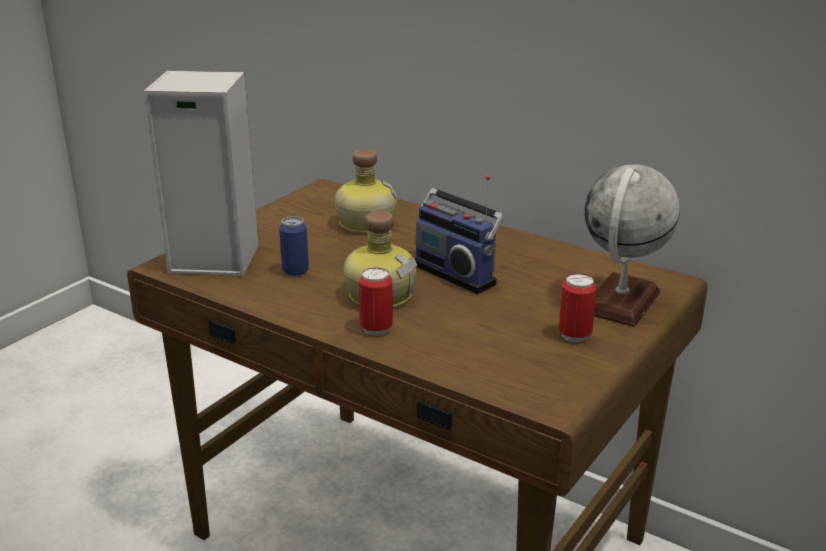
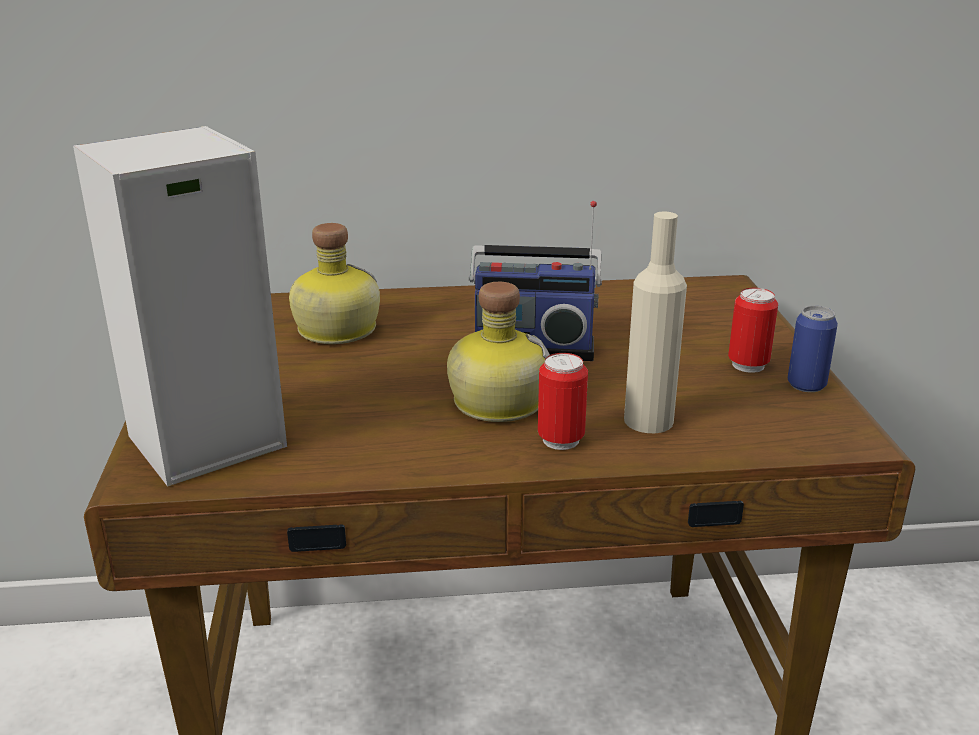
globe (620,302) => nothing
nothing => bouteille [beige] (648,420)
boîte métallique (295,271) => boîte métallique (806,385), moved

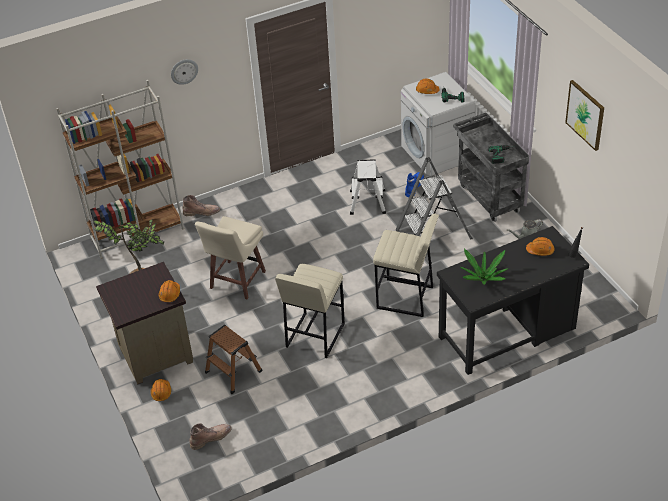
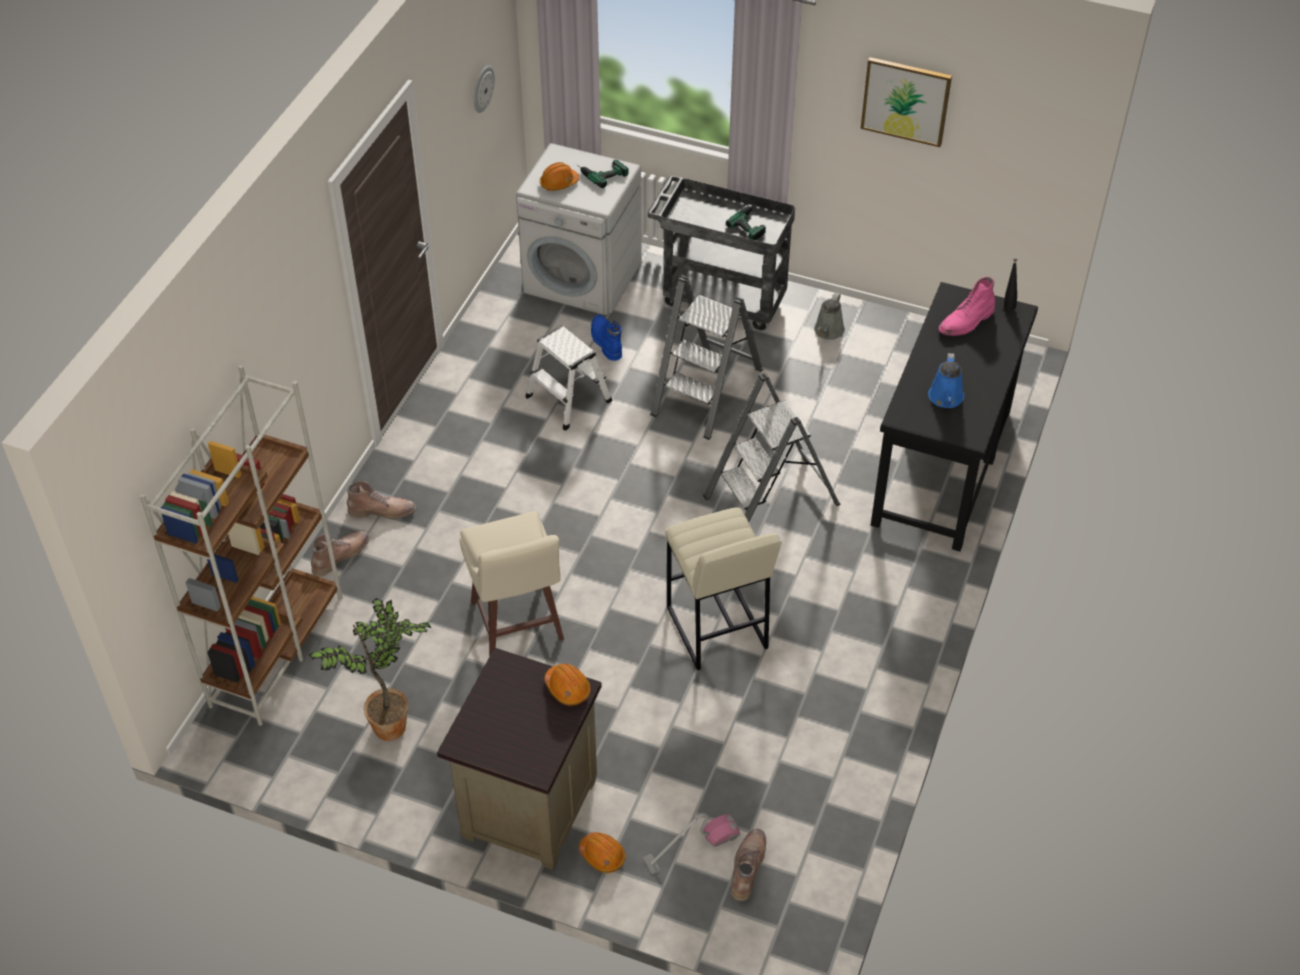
escabeau [marron] (233,371) => nothing
nothing => botte [marron] (382,510)
nothing => aspirateur (691,847)
horloge murale (184,71) => horloge murale (482,88), moved
tabouret [beige] (406,298) => escabeau [gris] (773,499)
plante en pot (483,278) => arrosoir [bleu] (946,398)
casque de chantier [orange] (540,250) => botte [rose] (966,322)

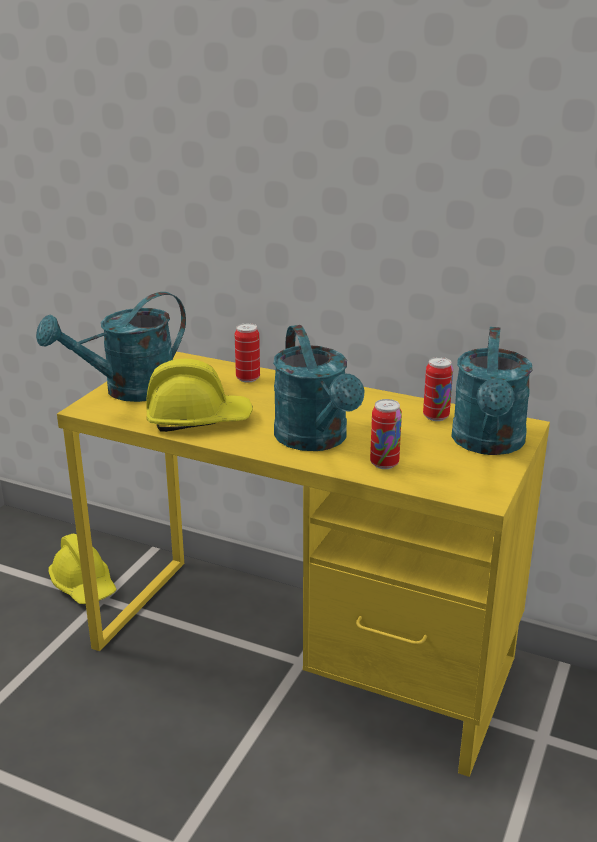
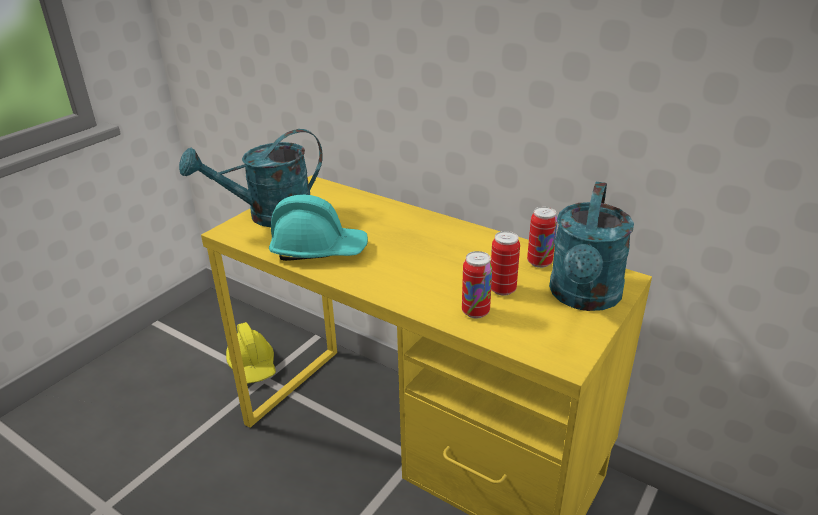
arrosoir [turquoise] (316,440) => nothing
boîte métallique (248,378) => boîte métallique (502,289), moved
casque de chantier [jaune] (198,419) => casque de chantier [turquoise] (319,250)

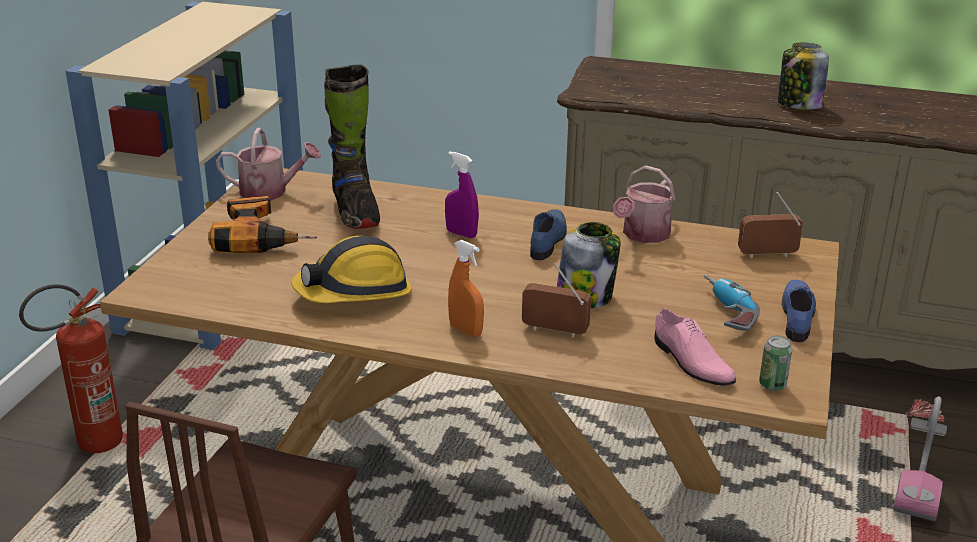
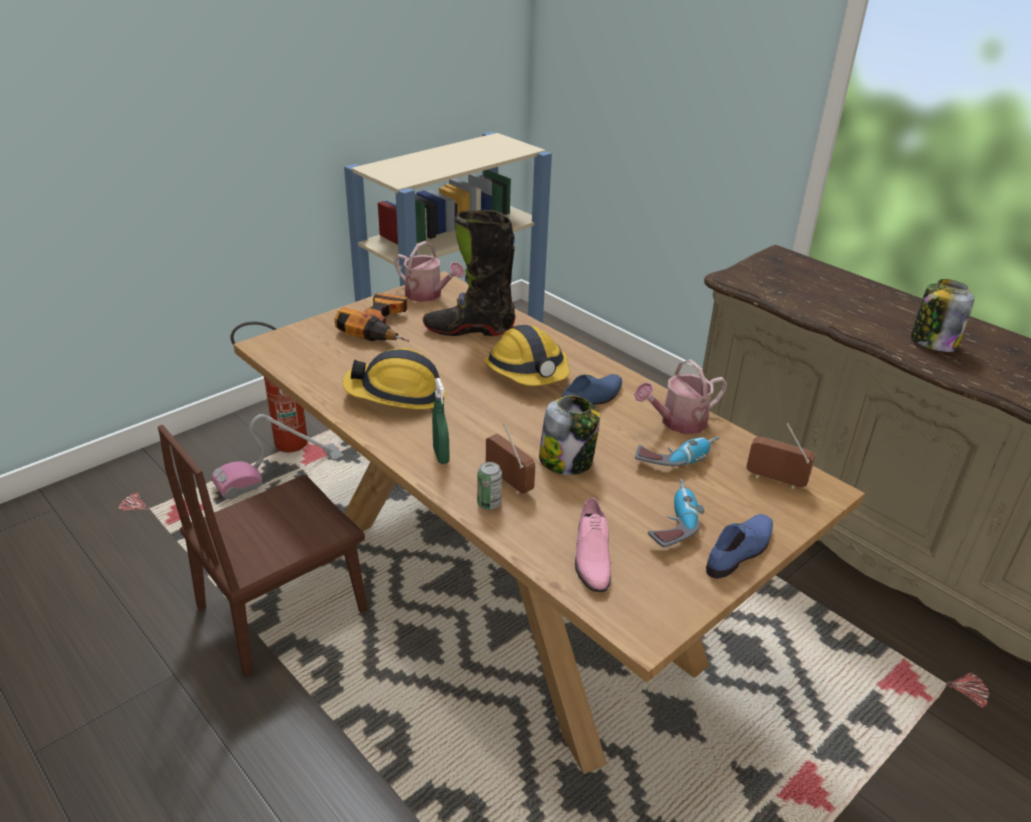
nothing => perceuse (677,458)
boîte métallique (772,385) => boîte métallique (489,503), moved
aspirateur (921,470) => aspirateur (280,472), moved
vaporisateur [violet] (461,234) => casque de chantier (528,372)
vaporisateur [orange] (466,330) => vaporisateur [vert] (441,456)
botte [noir] (355,212) => botte [noir] (469,329), 75 degrees clockwise

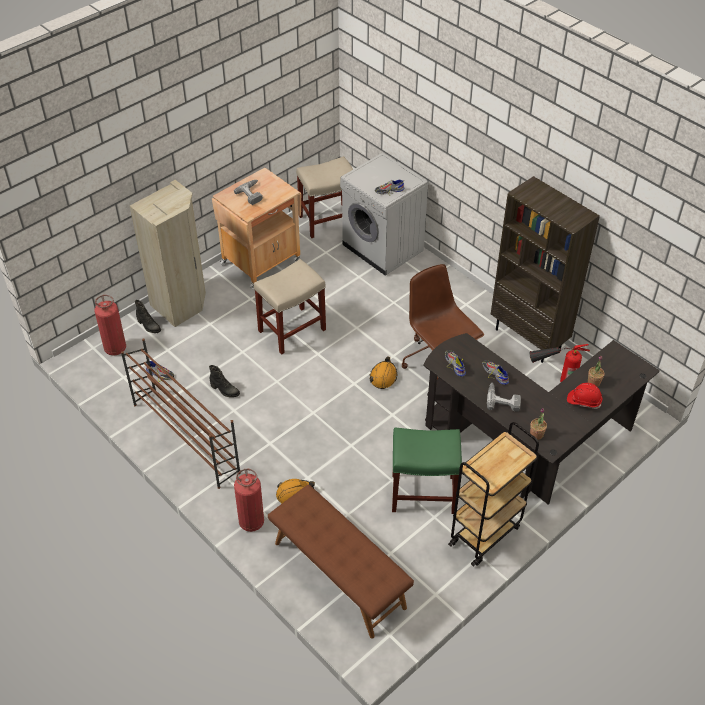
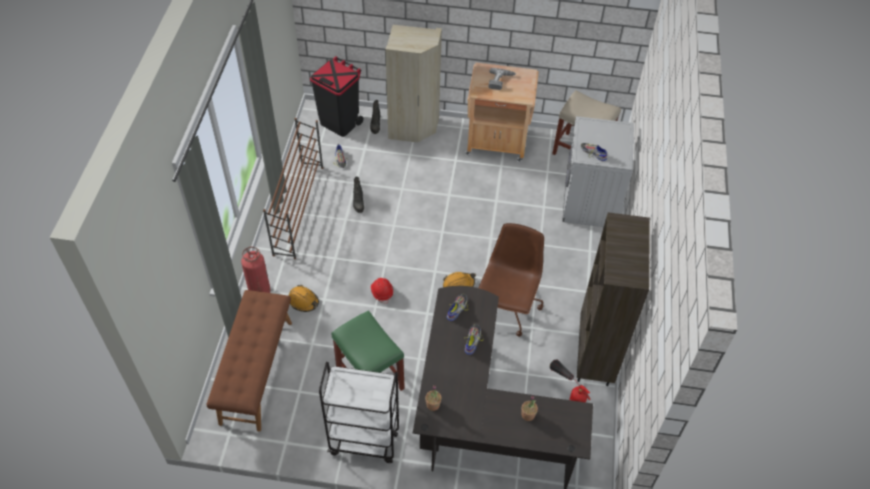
tabouret [beige] (292,329) => nothing
perceuse (503,399) => nothing
casque de chantier [rouge] (583,401) => casque de chantier [rouge] (382,292), moved
extincteur (115,348) => poubelle [noir] (339,122)
chariot [marron] (485,537) => chariot [blanc] (363,445)

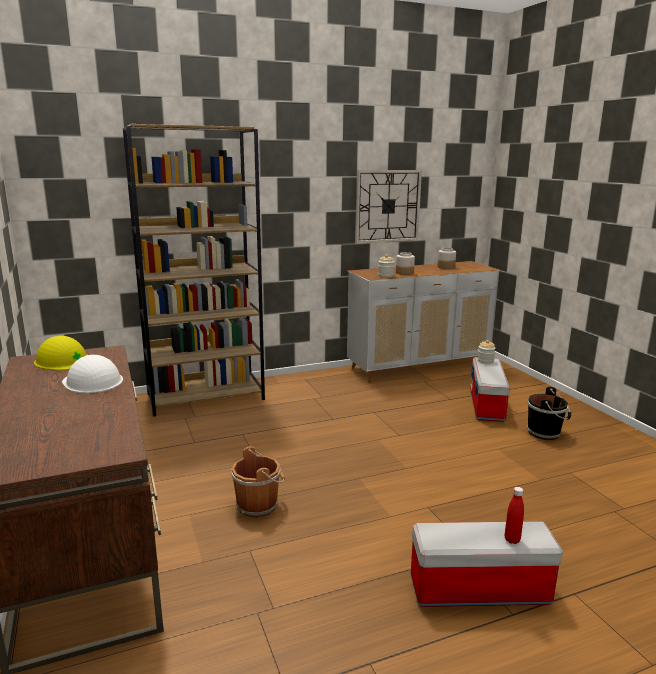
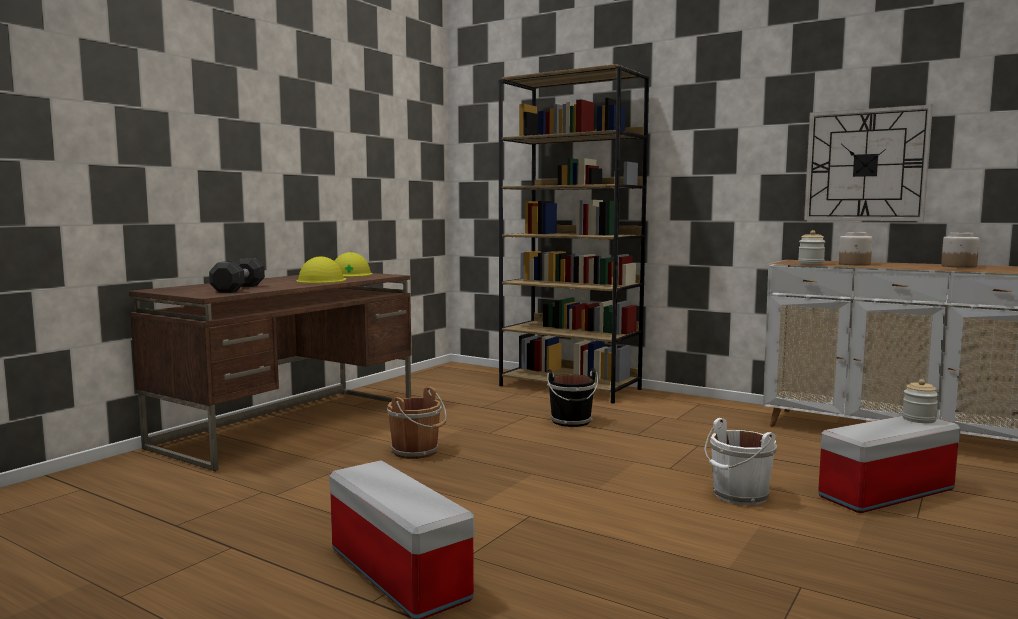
bouteille [rouge] (512,540) => nothing
nothing => haltère [noir] (238,289)
nothing => seau [blanc] (739,495)
seau [noir] (545,433) => seau [noir] (571,422), moved
casque de chantier [blanc] (92,381) => casque de chantier [jaune] (321,280)

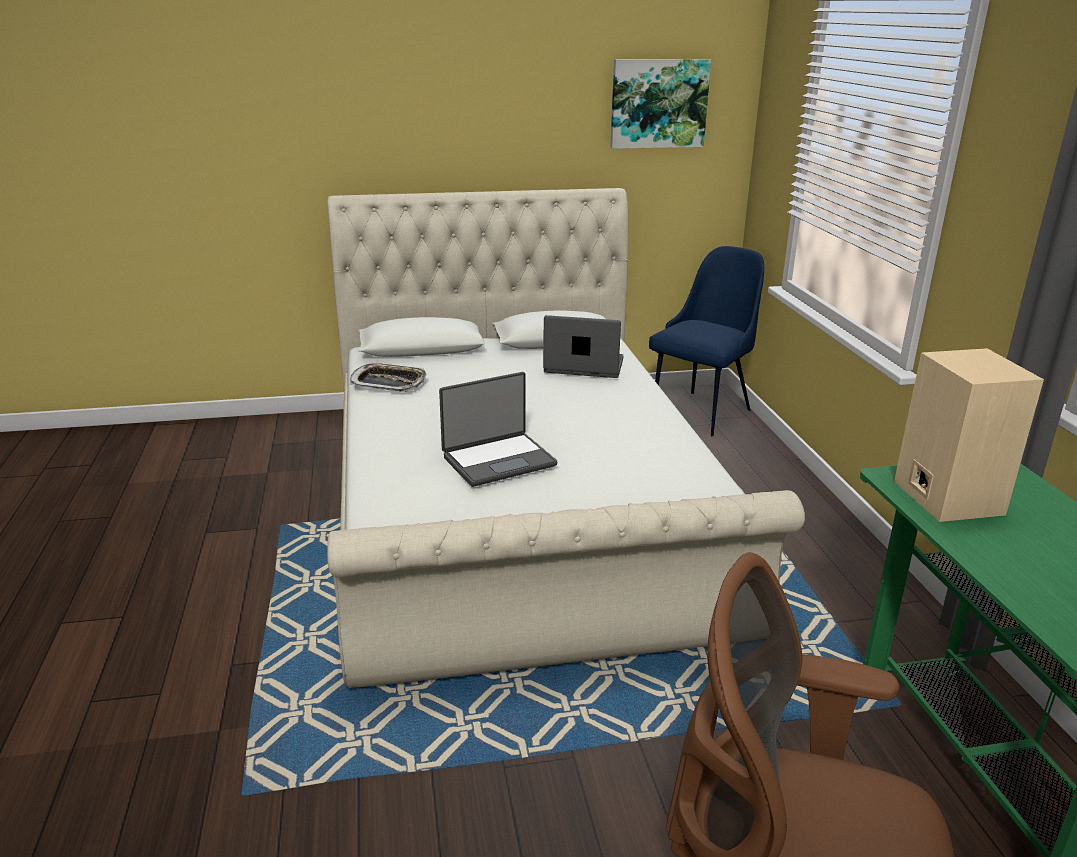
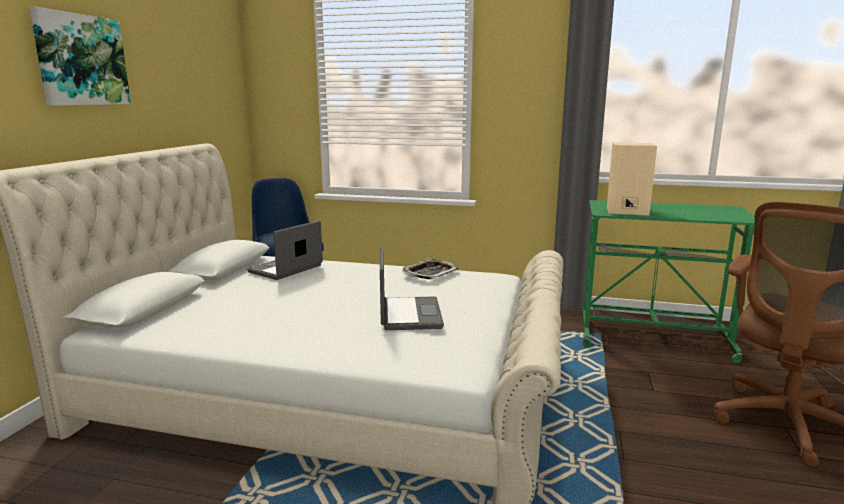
plateau (388,383) => plateau (430,273), moved
tableau (658,103) => tableau (81,60), moved

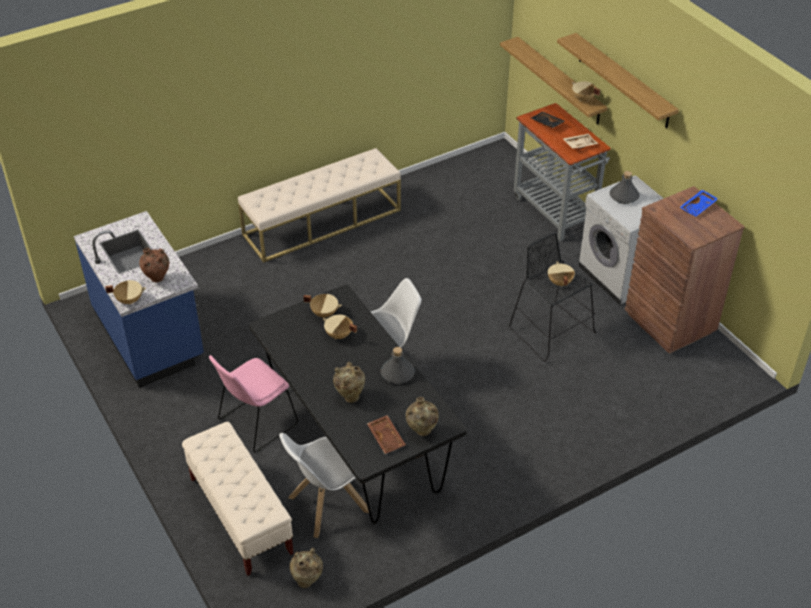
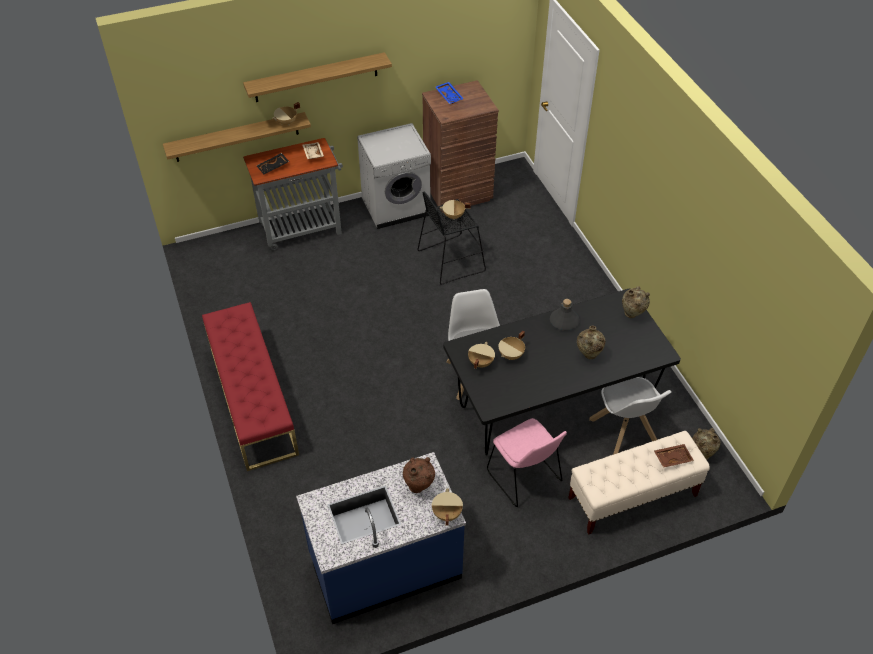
bouteille [gris] (624,196) => nothing
plateau [marron] (387,437) => plateau [marron] (672,458), moved
banc [beige] (322,222) => banc [rouge] (252,398)

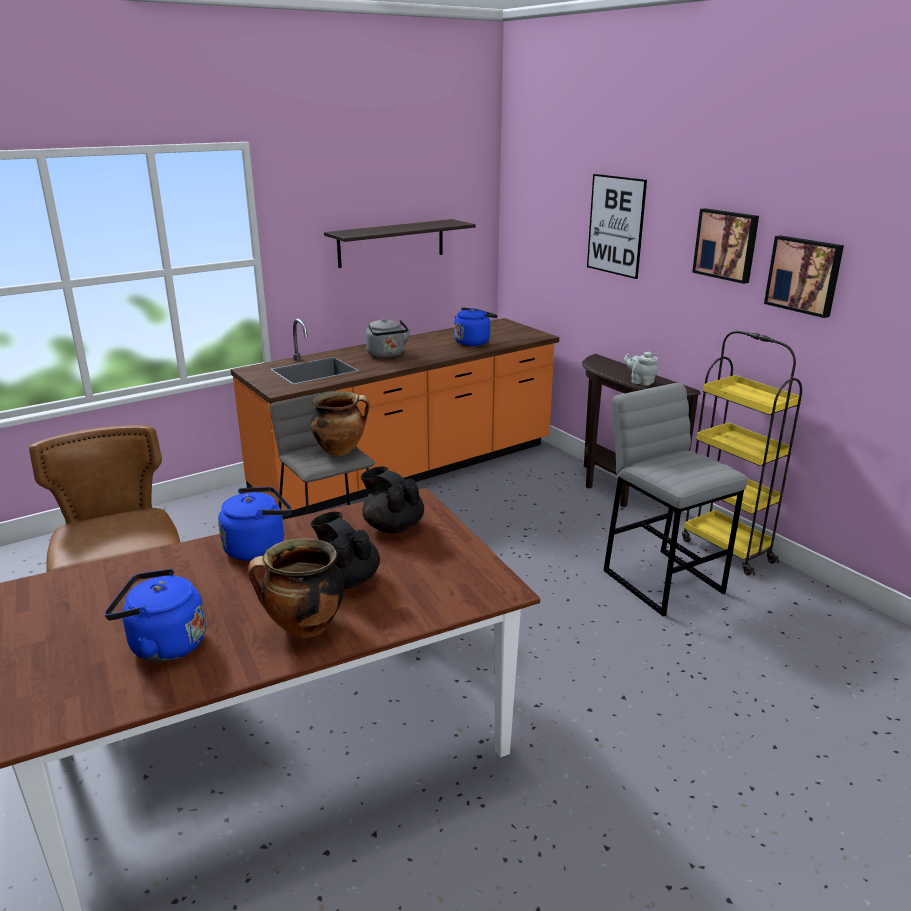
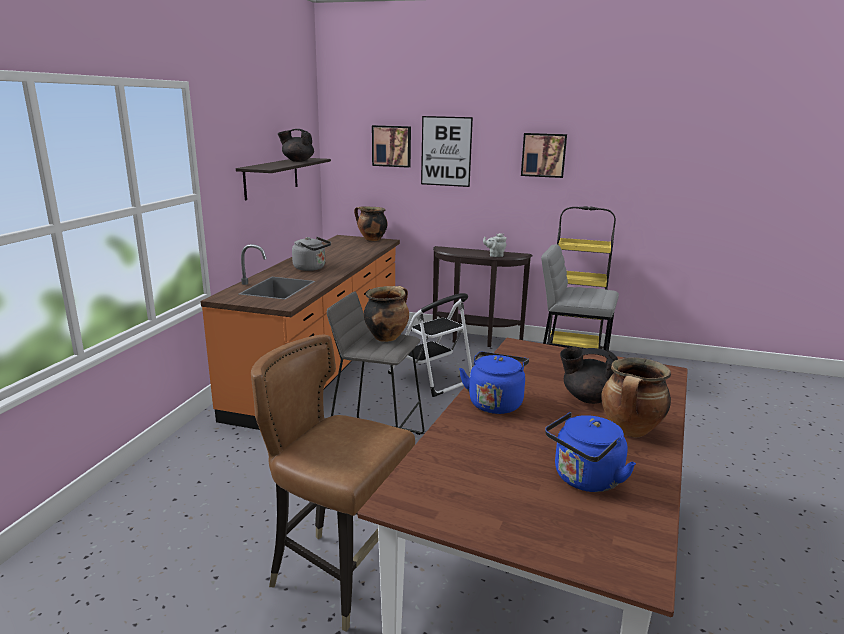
bouilloire [bleu] (473,342) => nothing
nothing => marmite (371,239)
nothing => escabeau (432,378)
théière [noir] (393,526) => théière [noir] (297,161), moved
tableau (804,275) => tableau (392,146), moved

